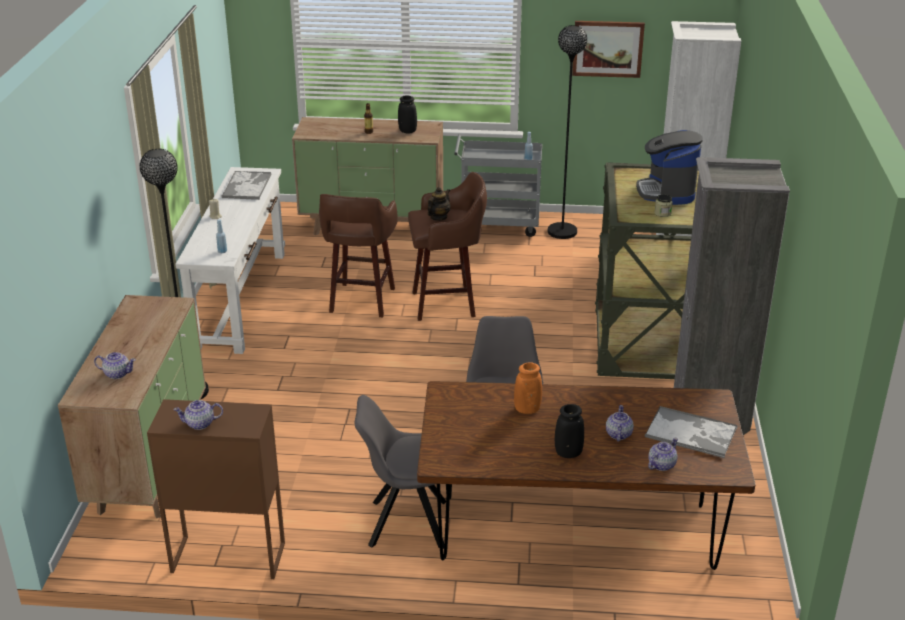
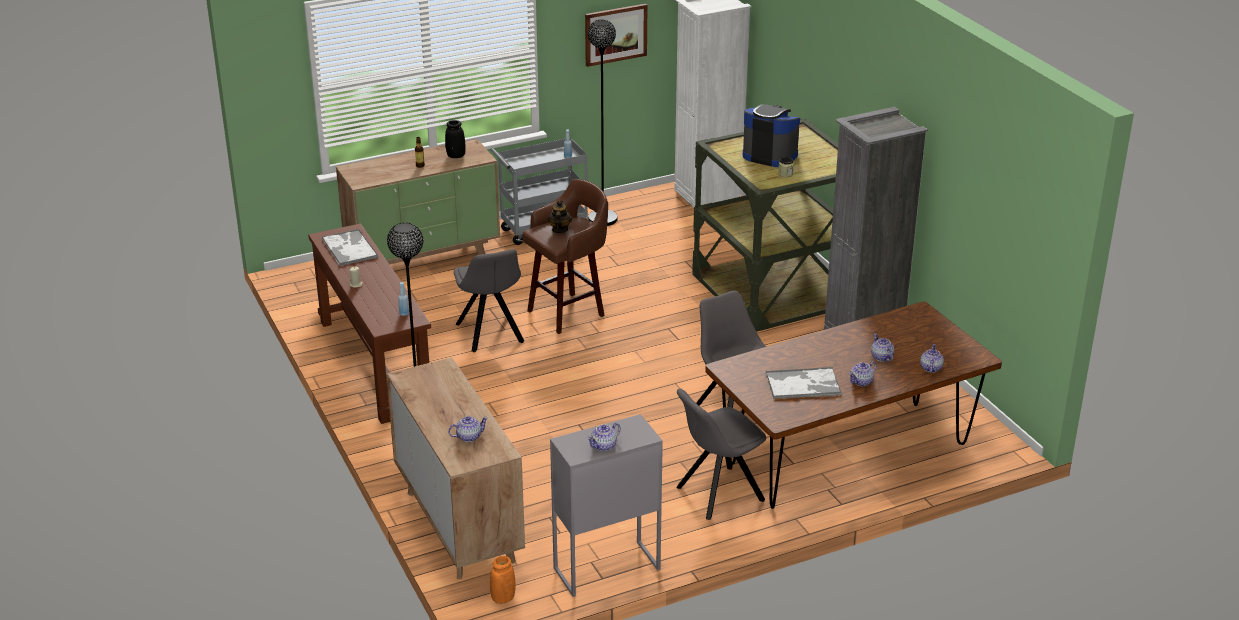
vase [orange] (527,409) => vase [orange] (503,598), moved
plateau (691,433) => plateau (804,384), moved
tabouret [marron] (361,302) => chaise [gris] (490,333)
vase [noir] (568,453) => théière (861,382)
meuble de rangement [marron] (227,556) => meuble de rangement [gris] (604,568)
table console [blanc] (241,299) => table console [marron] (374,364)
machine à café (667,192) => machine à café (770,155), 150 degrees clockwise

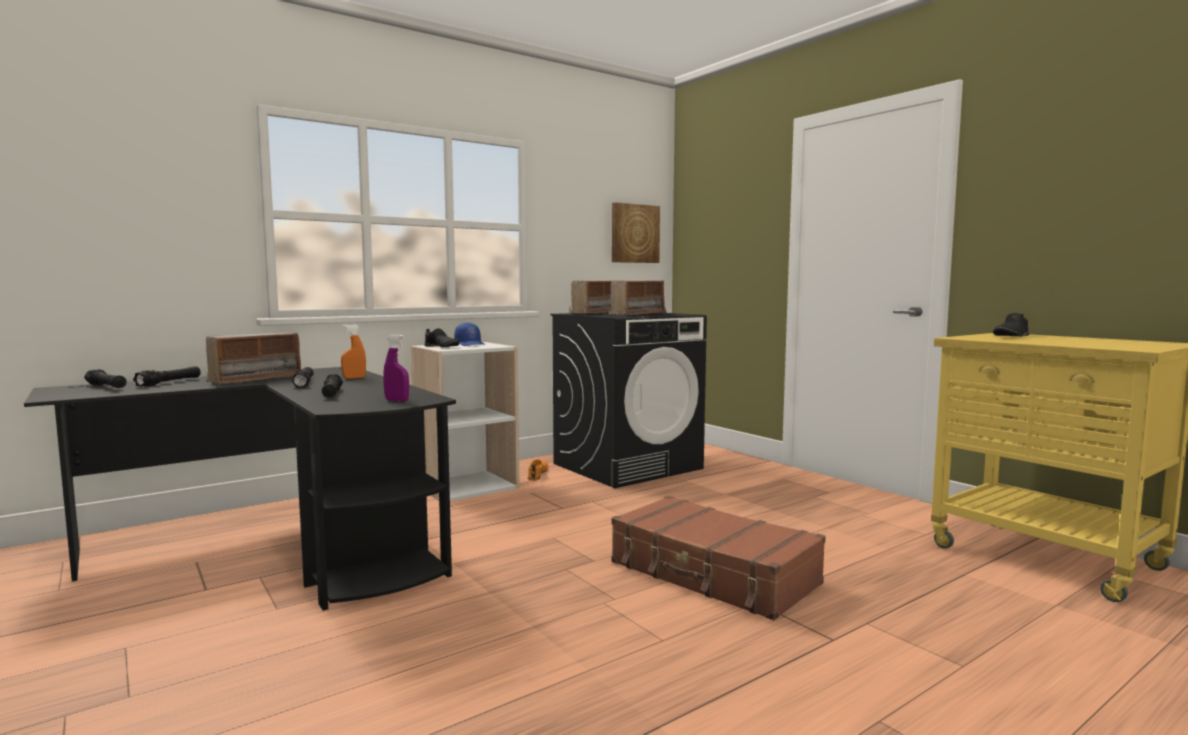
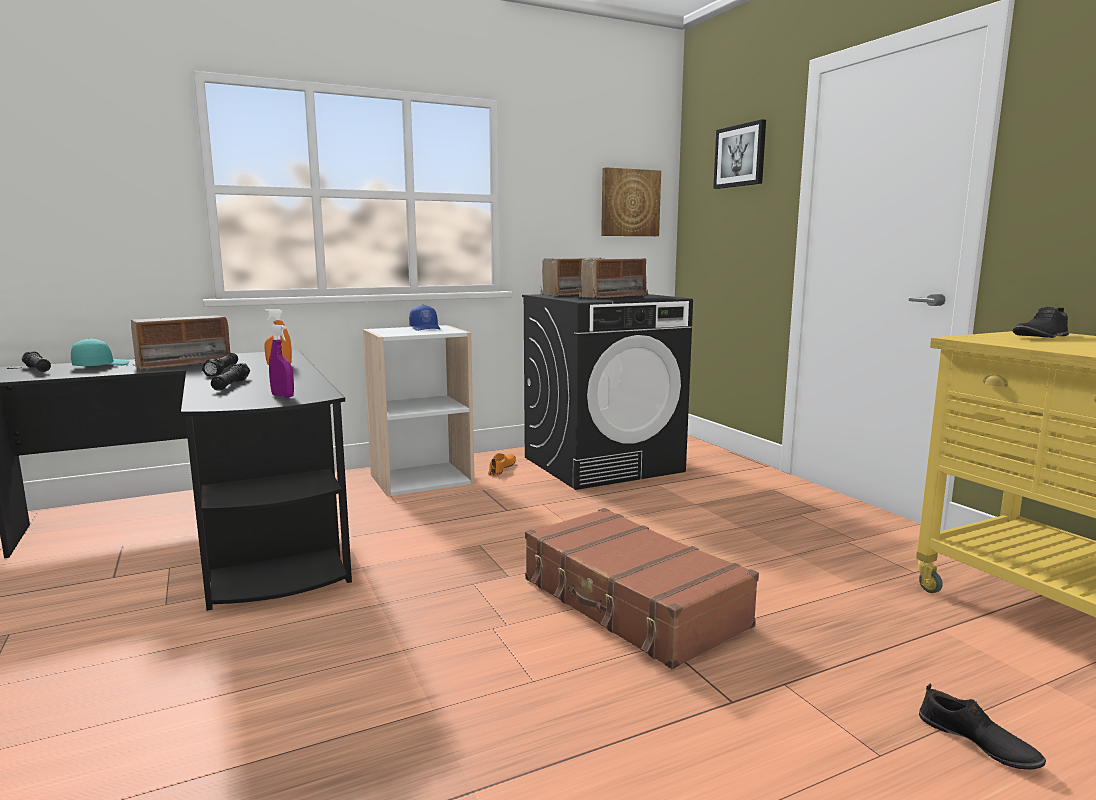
nothing => tableau (740,156)
chaussure [noir] (441,347) => chaussure [noir] (977,743), moved
lampe de poche [noir] (169,382) => casquette [turquoise] (100,366)

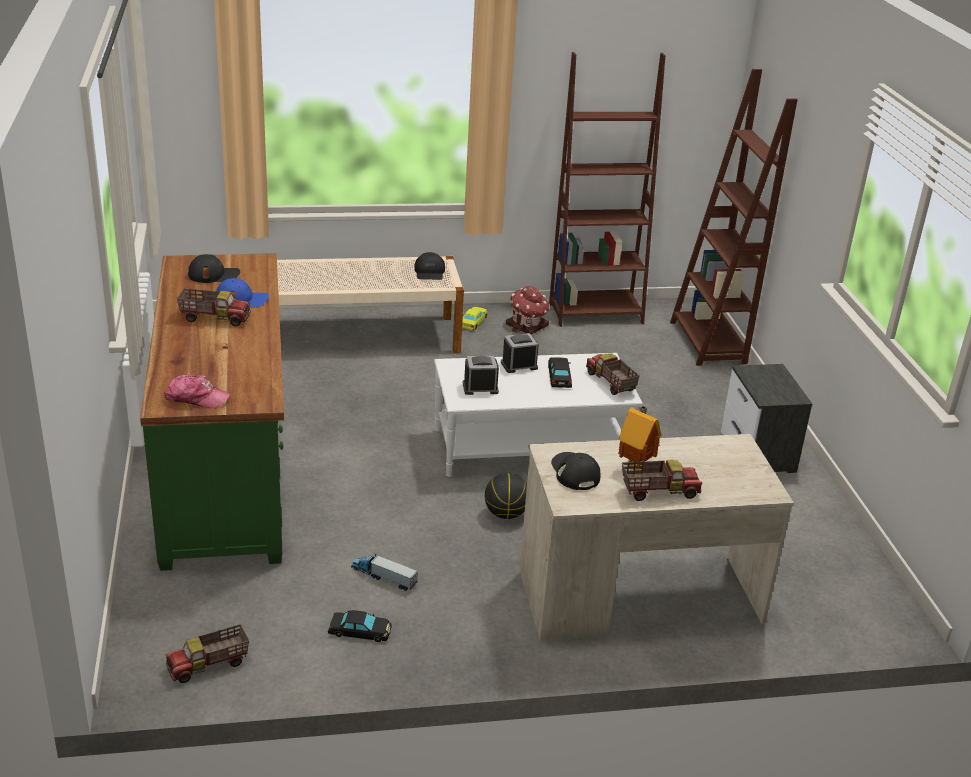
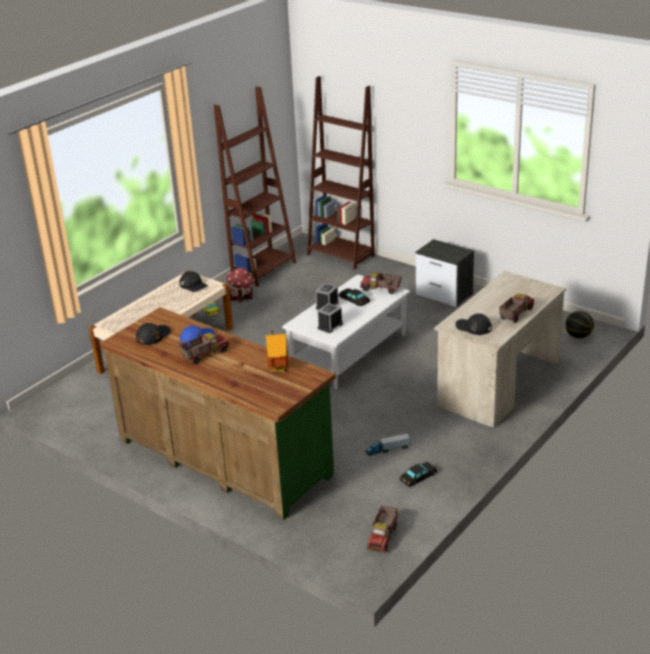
casquette (197,398) => nothing
ballon de basket (505,514) => ballon de basket (578,336), moved
maison miniature (636,466) => maison miniature (278,369), moved

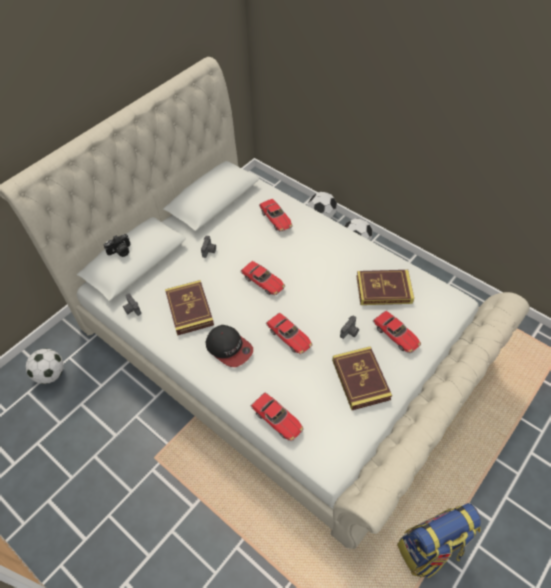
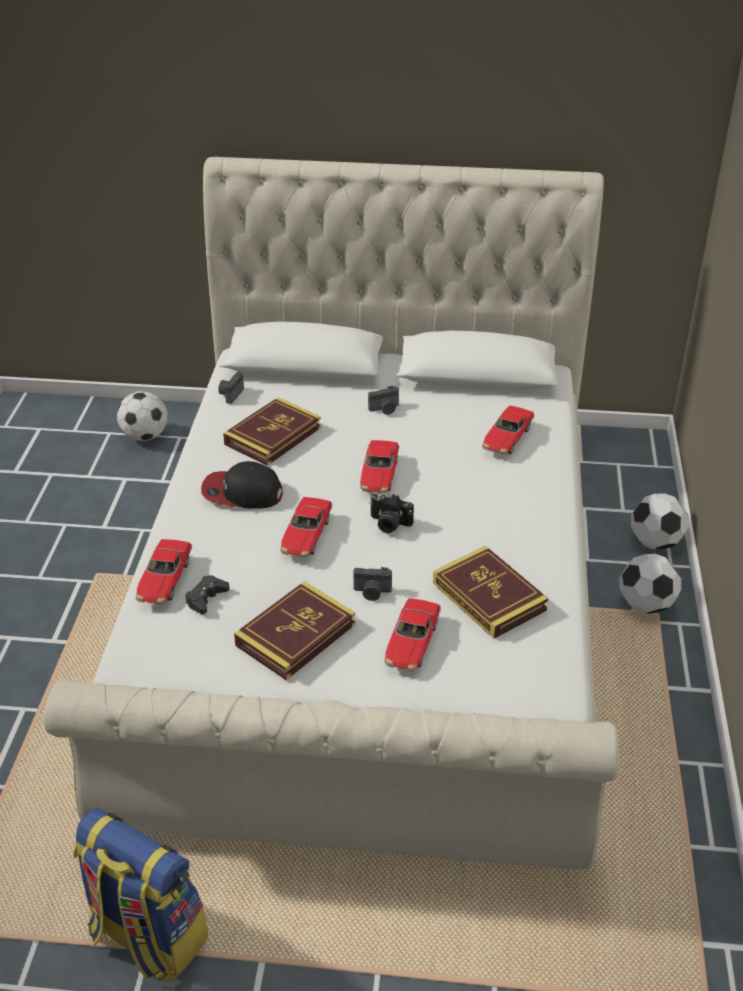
nothing => manette [noir] (206,598)
appareil photo (120,251) => appareil photo (389,524), moved
casquette (229,348) => casquette (242,493), 90 degrees clockwise

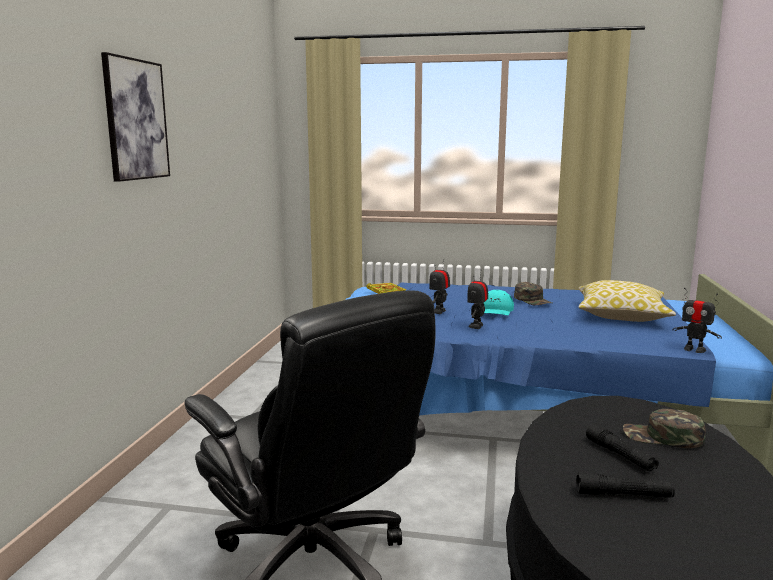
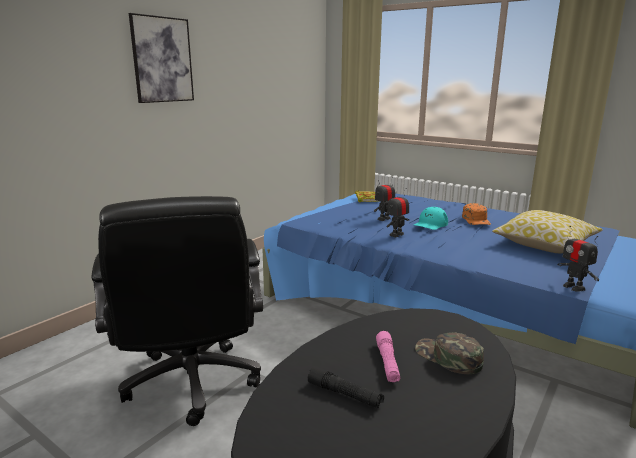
casquette [vert] (532,300) => casquette [orange] (476,220)
lampe de poche [noir] (620,455) => lampe de poche [rose] (387,363)

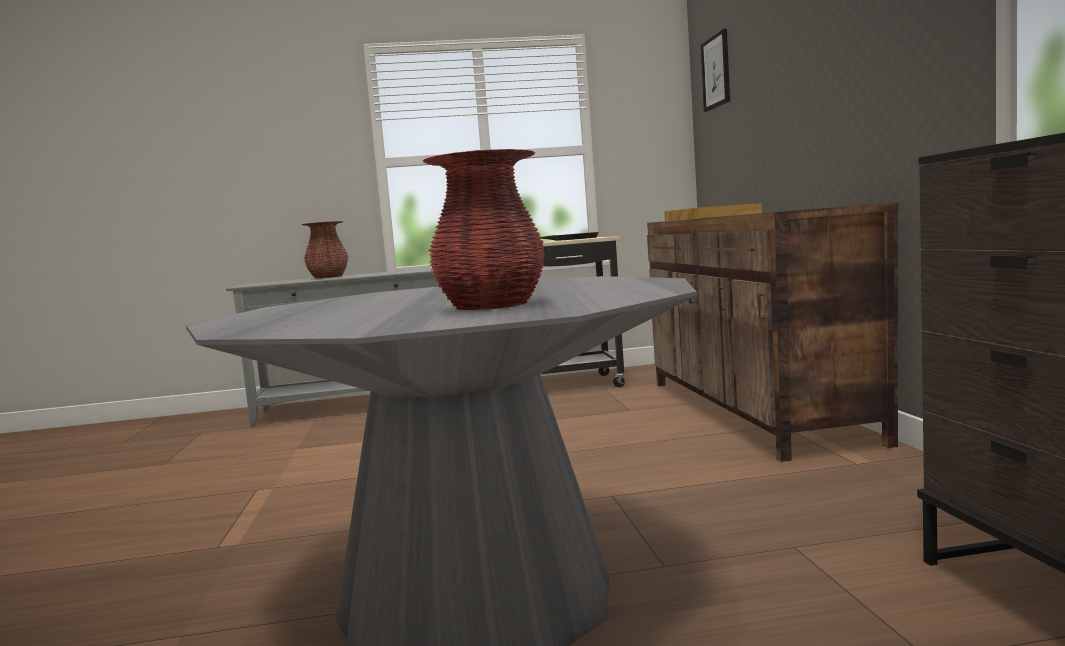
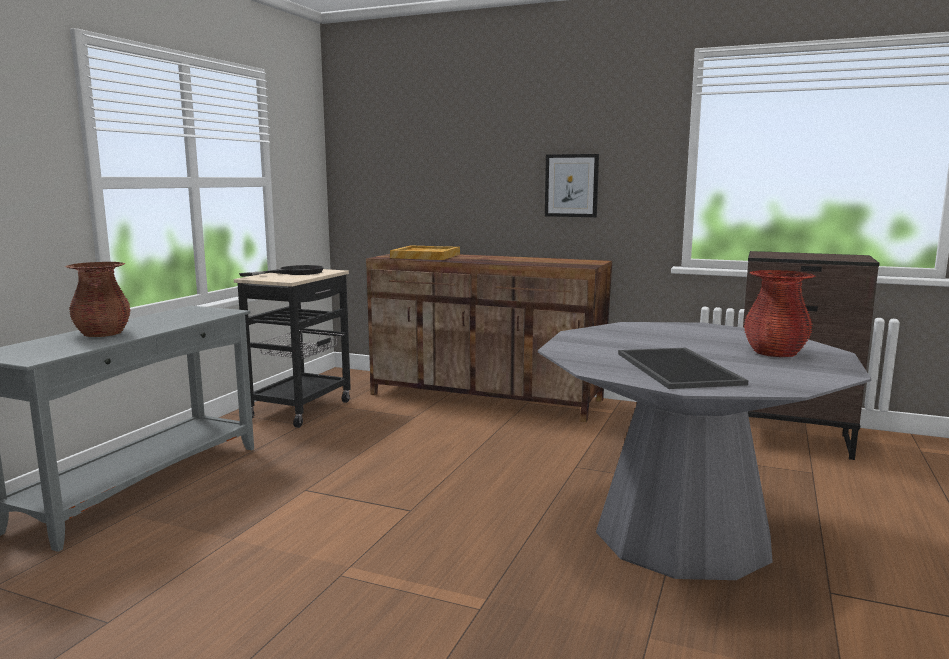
nothing => plateau (680,368)
tableau (716,72) => tableau (571,185), moved

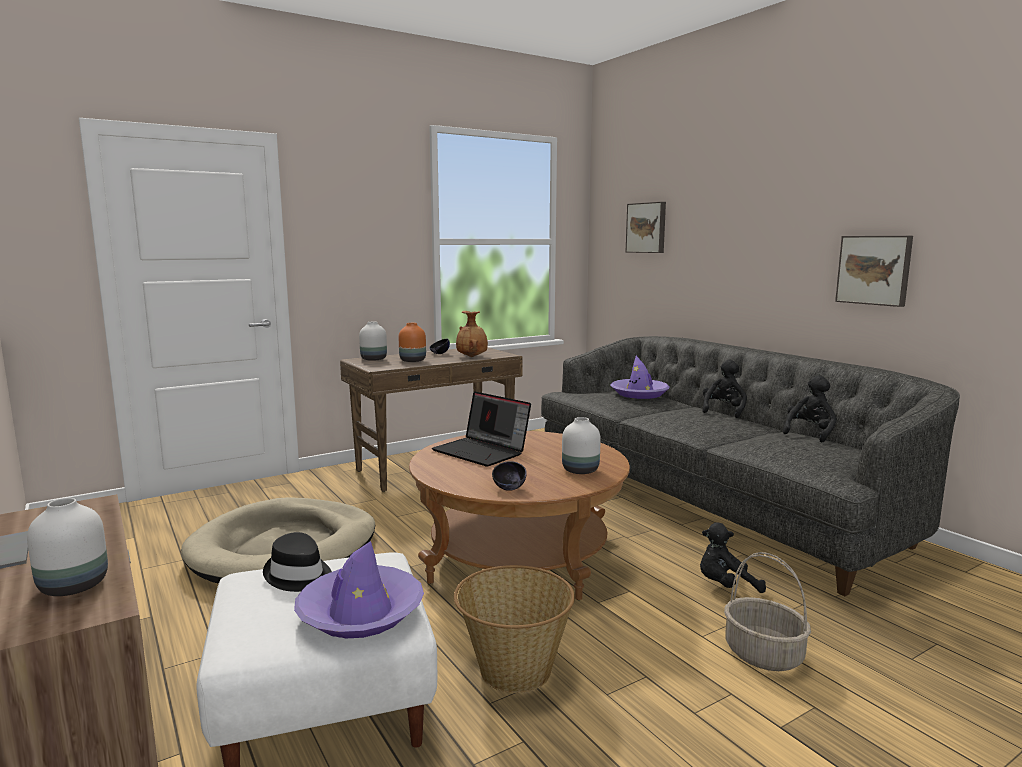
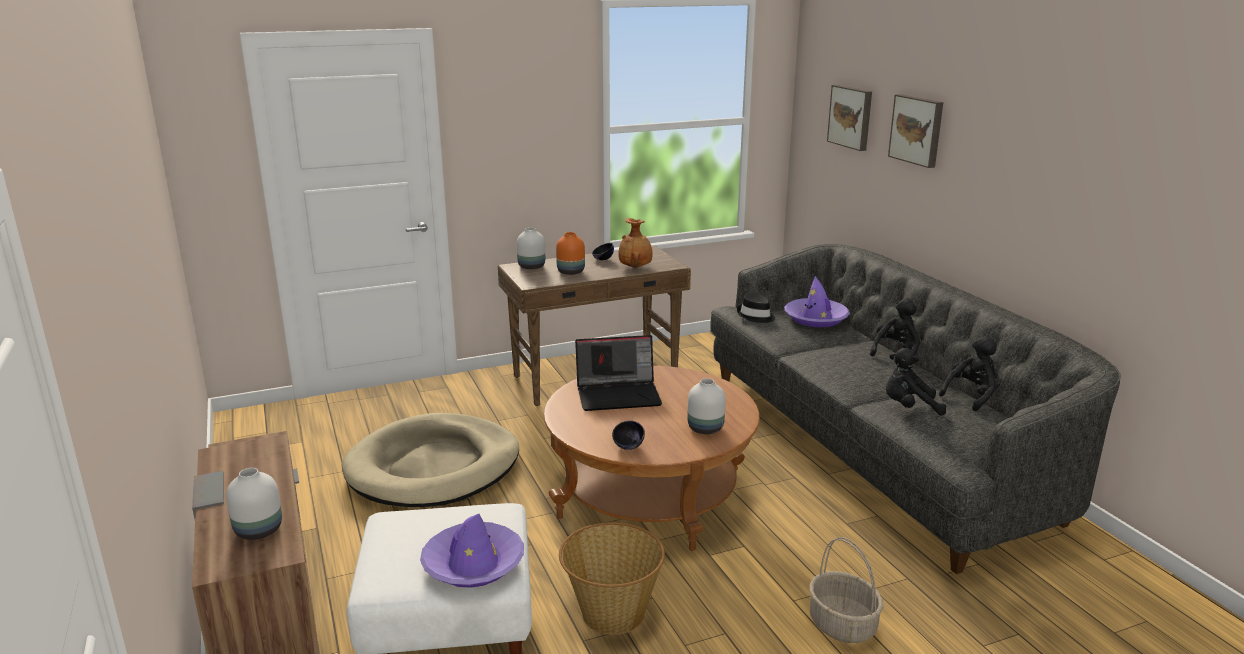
chapeau [noir] (298,575) => chapeau [noir] (755,316), moved
peluche [noir] (725,586) => peluche [noir] (909,407), moved
tableau (874,270) => tableau (917,130), moved
ordinateur portable (482,451) => ordinateur portable (619,394), 60 degrees counterclockwise

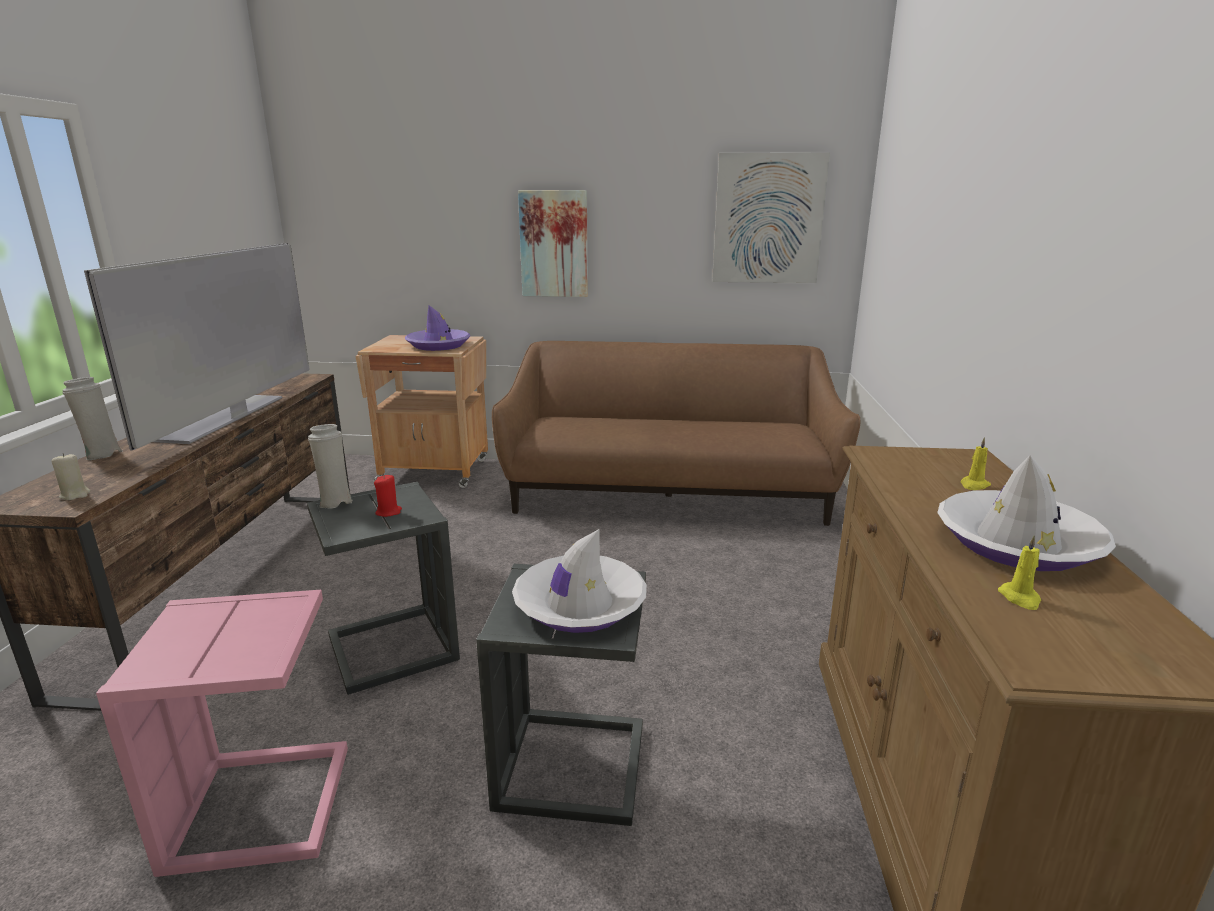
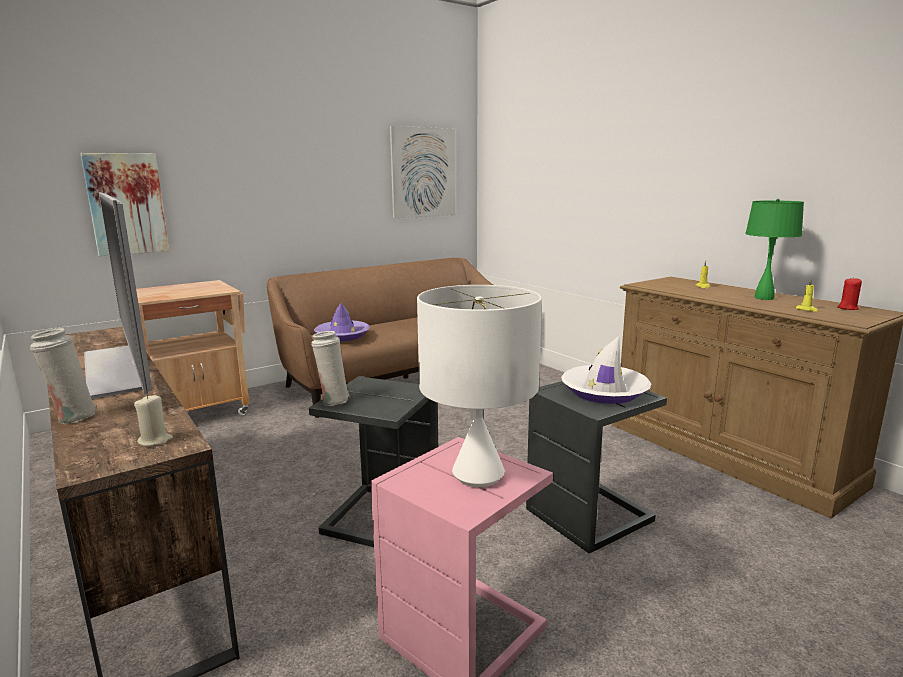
nothing => lampe de table [blanc] (478,476)
bougie [rouge] (389,512) => bougie [rouge] (847,308), moved
chapeau [violet] (438,345) => chapeau [violet] (342,335), moved
tableau (554,244) => tableau (126,204), moved
chapeau [blanc] (1017,543) => lampe de table [vert] (763,298)

